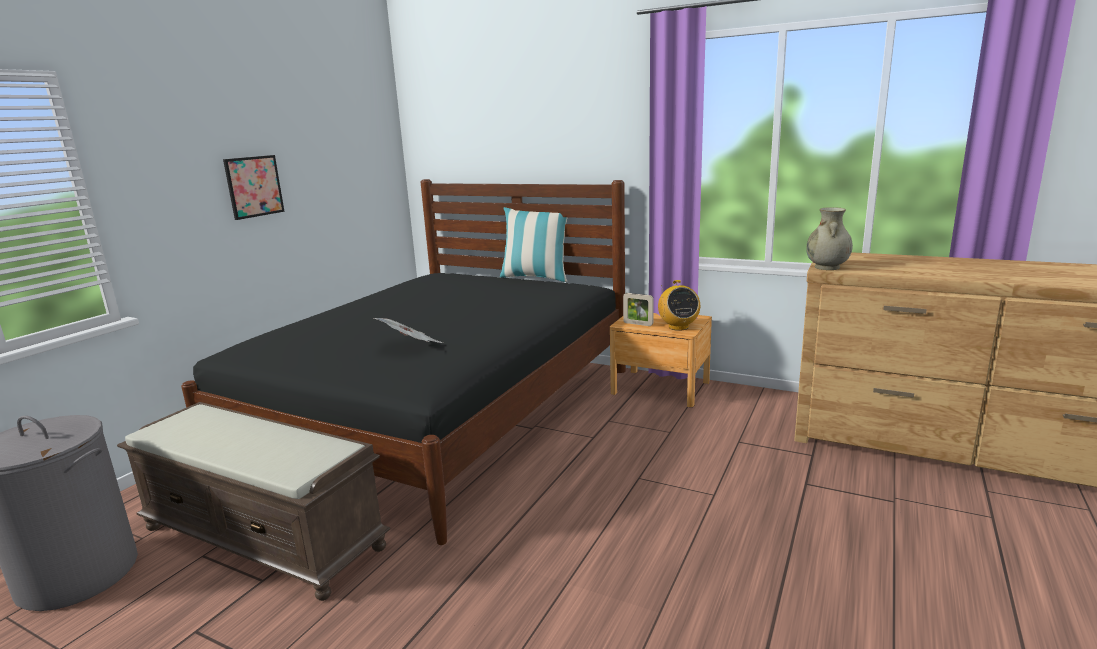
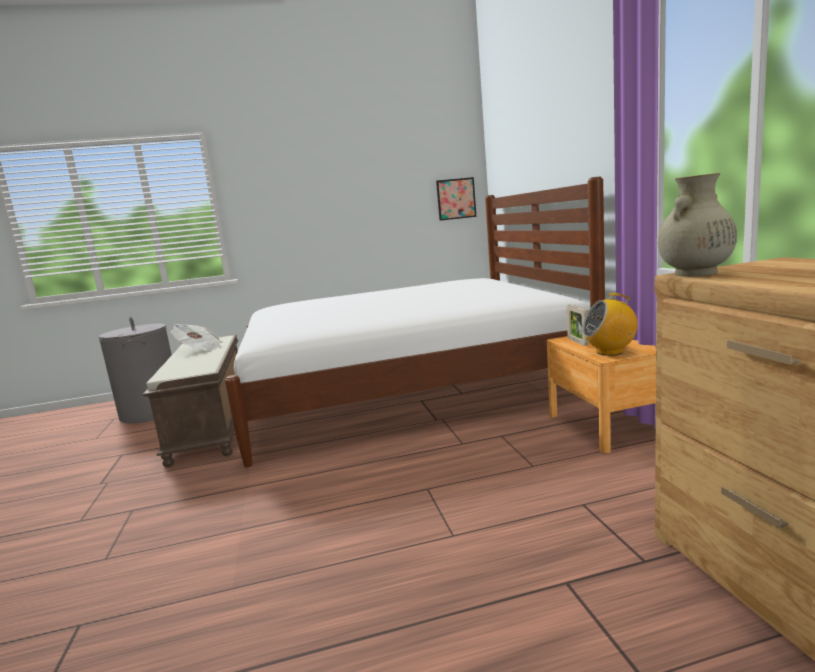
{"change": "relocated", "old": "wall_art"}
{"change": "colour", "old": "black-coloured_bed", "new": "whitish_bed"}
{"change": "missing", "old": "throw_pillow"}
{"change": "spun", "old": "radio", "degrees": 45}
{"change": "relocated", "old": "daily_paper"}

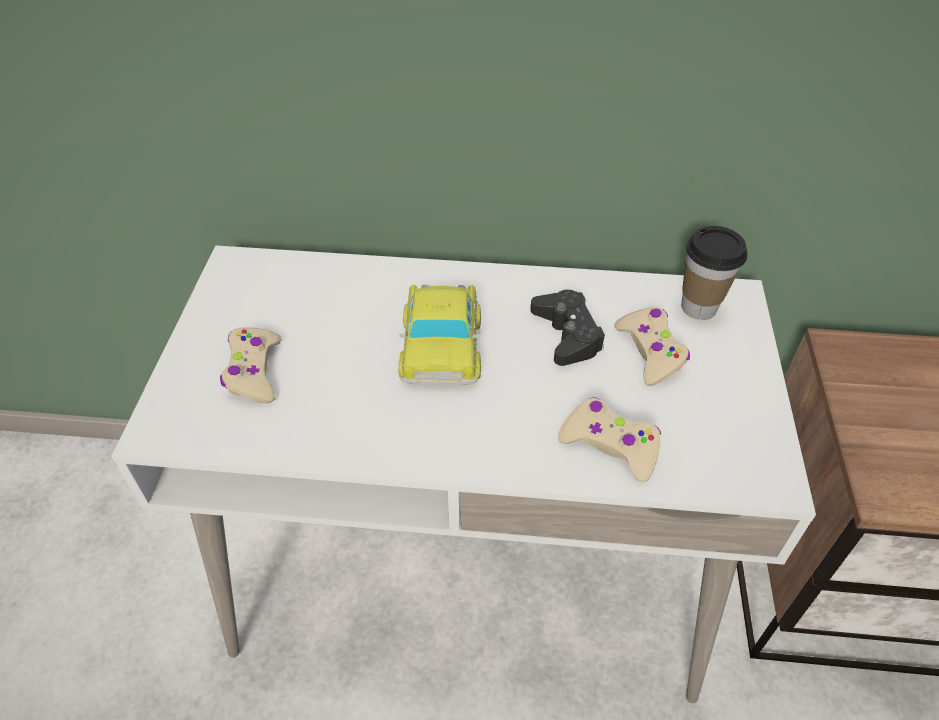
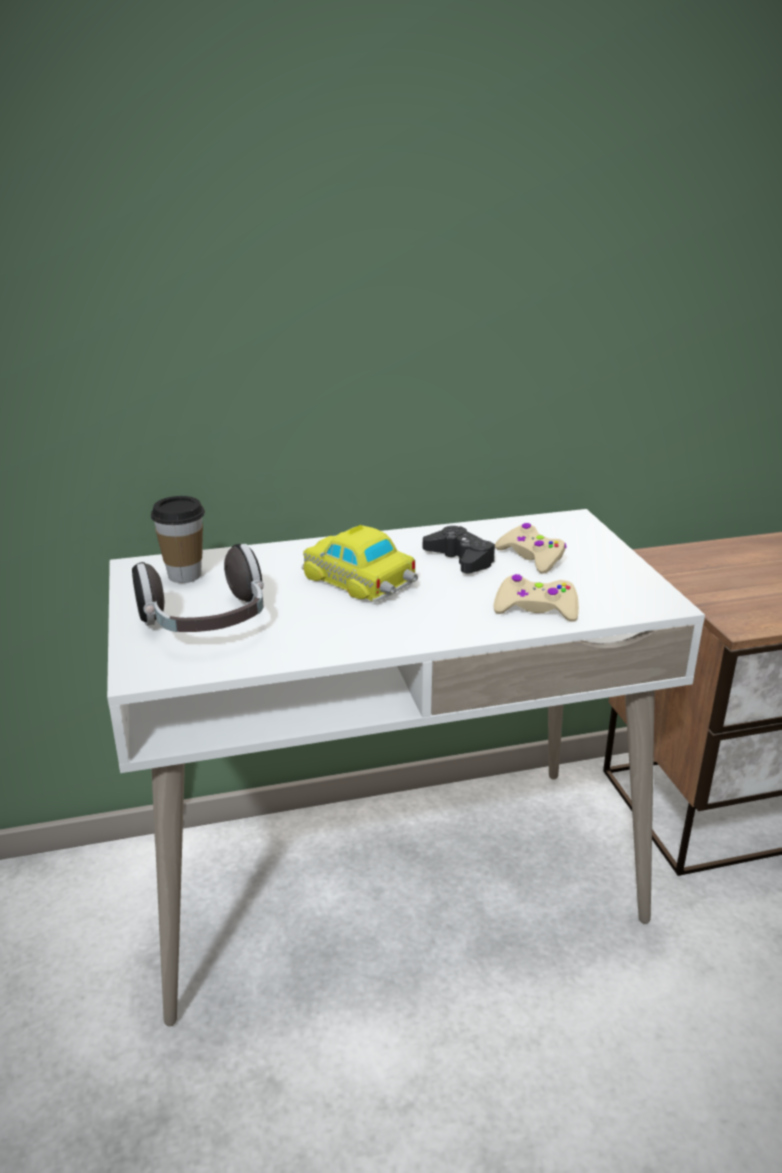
{"change": "relocated", "old": "cup"}
{"change": "spun", "old": "miniature_car", "degrees": 150}
{"change": "exchanged", "old": "sand-coloured_joypad (no. 1 from left)", "new": "headphones"}

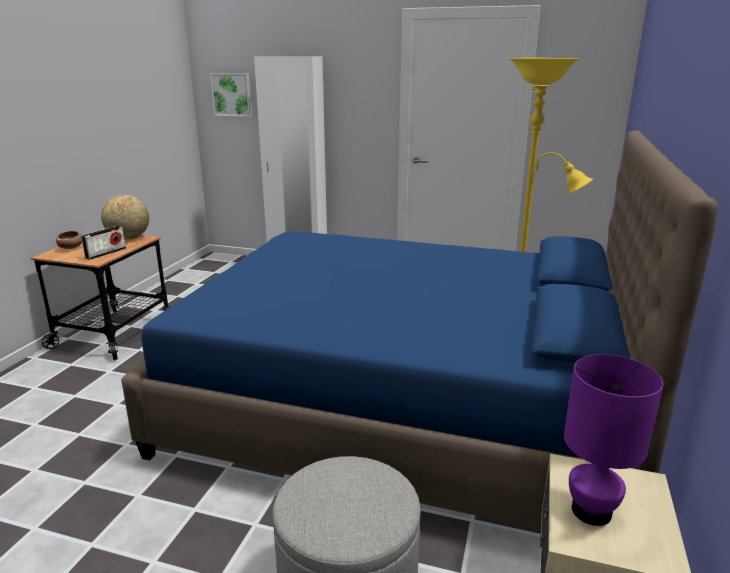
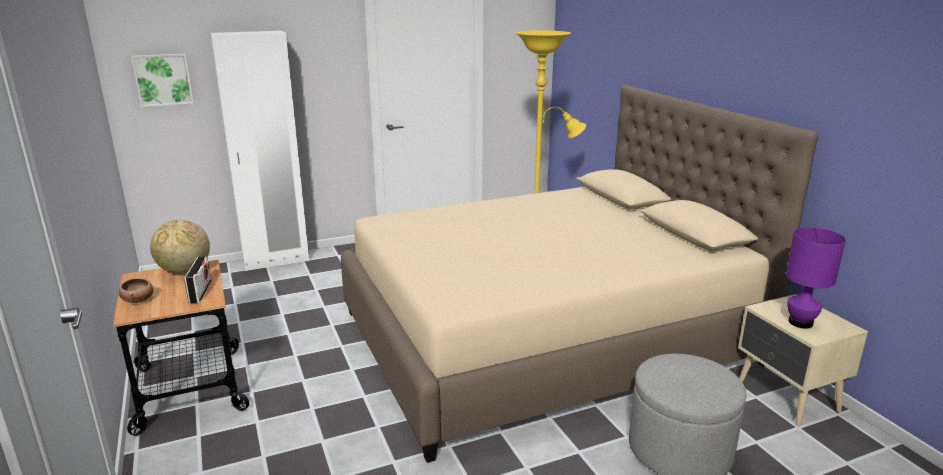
{"change": "colour", "old": "bluish_bed", "new": "sand-coloured_bed"}

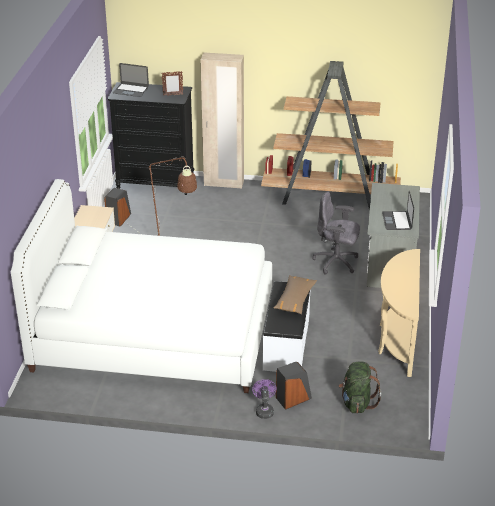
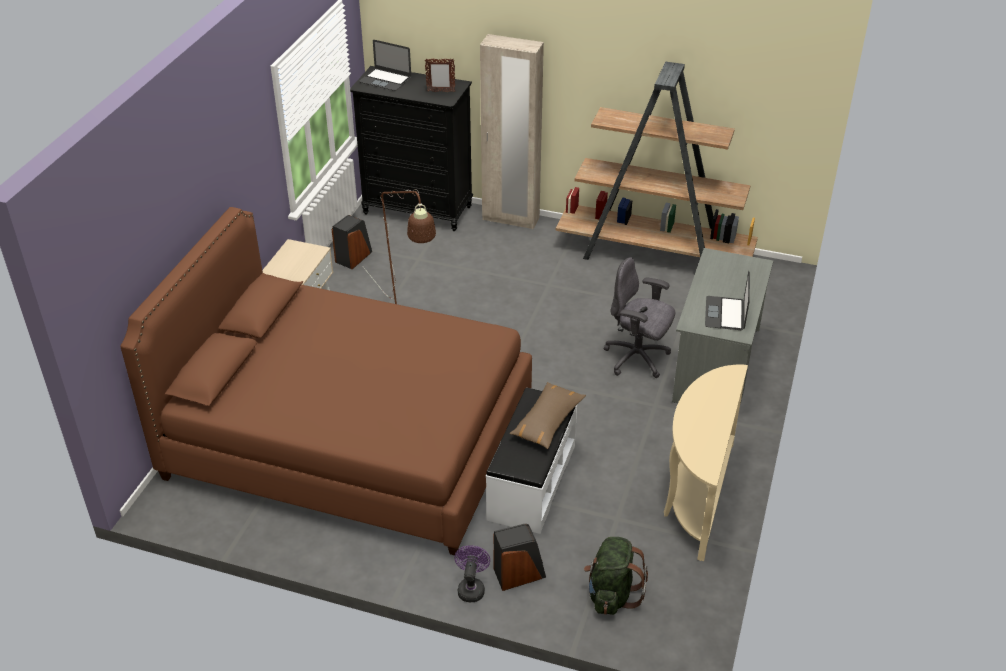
{"change": "colour", "old": "whitish_bed", "new": "brownish_bed"}

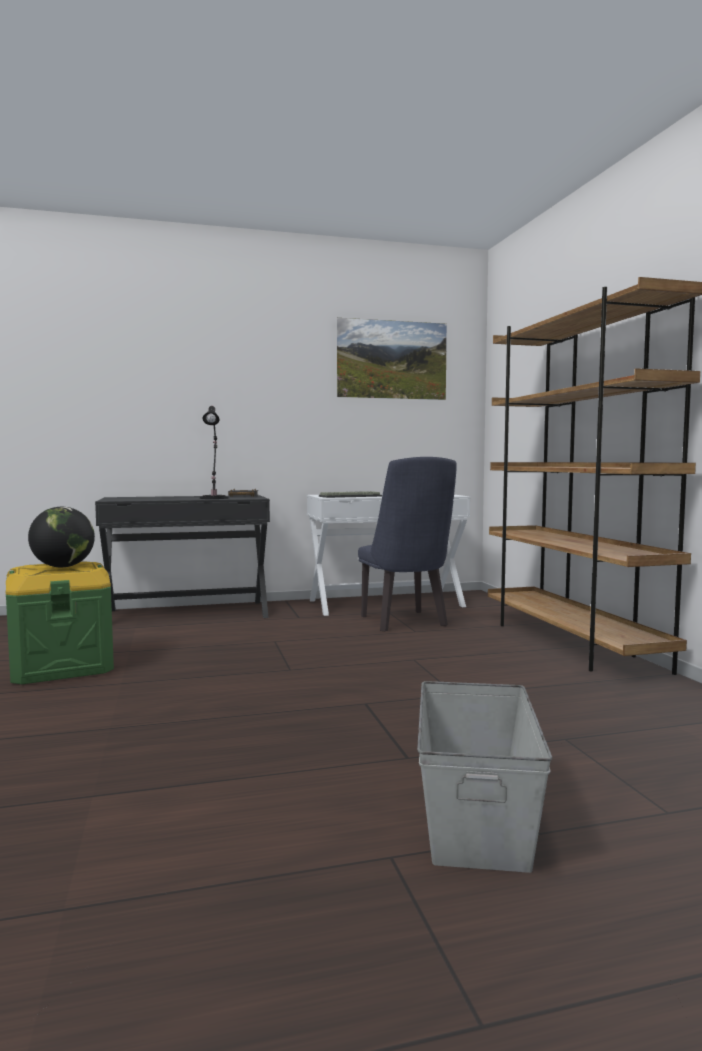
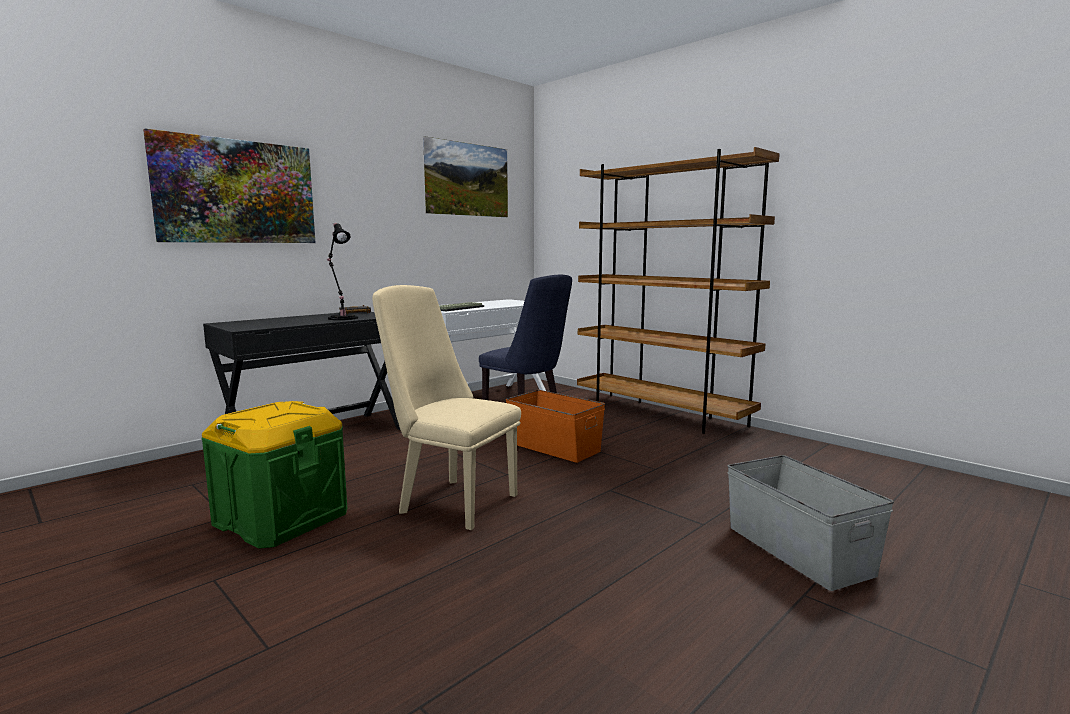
{"change": "missing", "old": "world_globe"}
{"change": "appeared", "new": "wall_art (no. 1 from left)"}
{"change": "appeared", "new": "sand-coloured_chair"}
{"change": "appeared", "new": "orange_storage_container"}

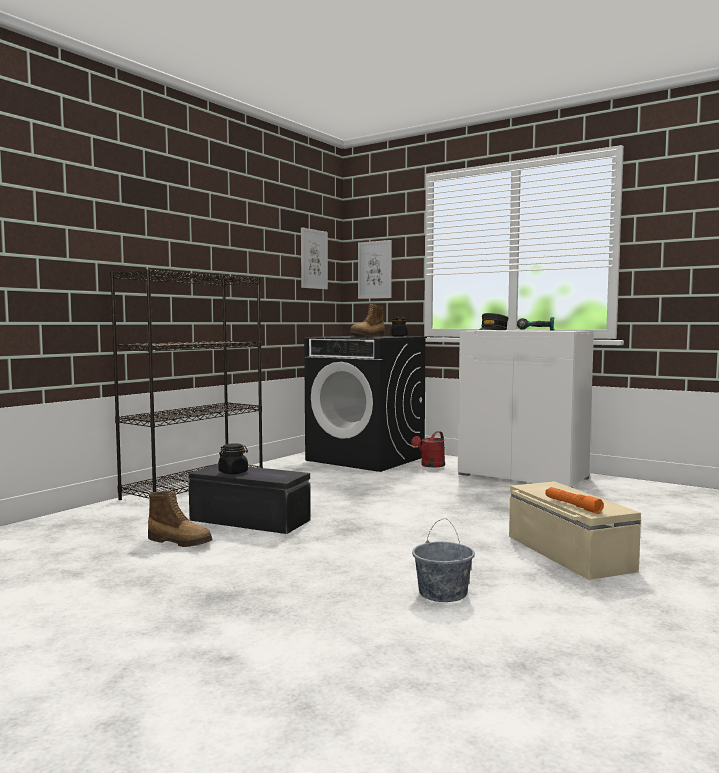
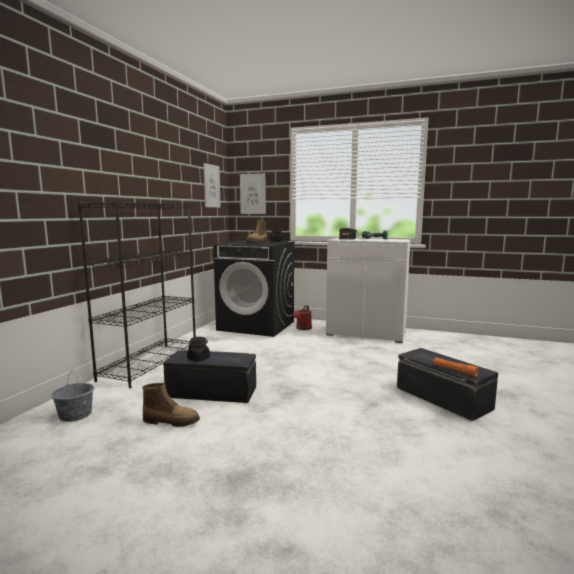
{"change": "colour", "old": "sand-coloured_storage_container", "new": "black-coloured_storage_container (no. 2 from left)"}
{"change": "relocated", "old": "grey_water_bucket"}

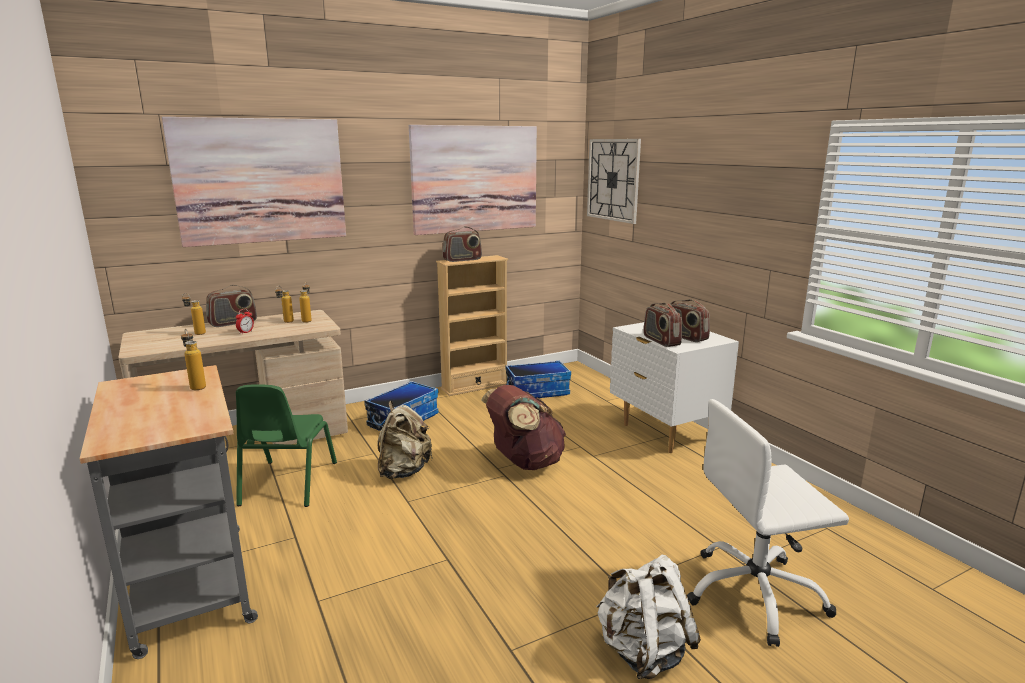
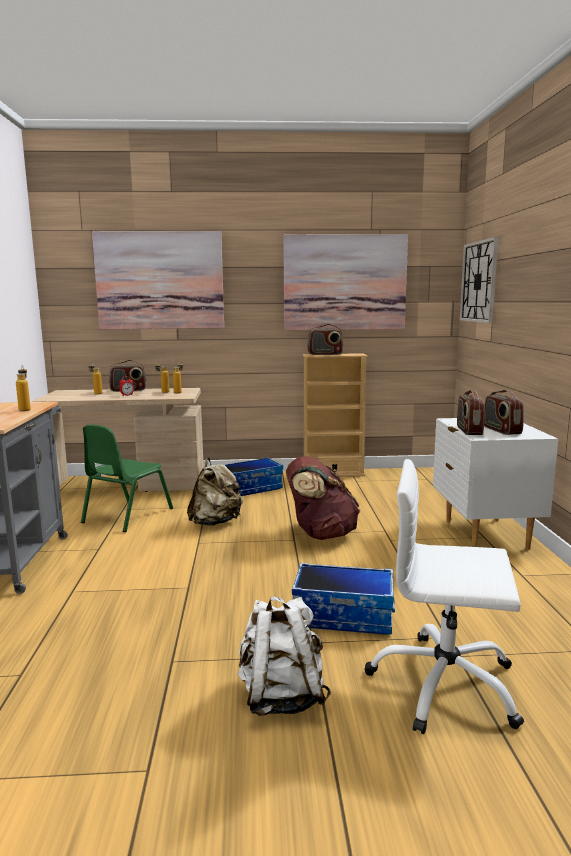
{"change": "relocated", "old": "storage_container (no. 2 from left)"}

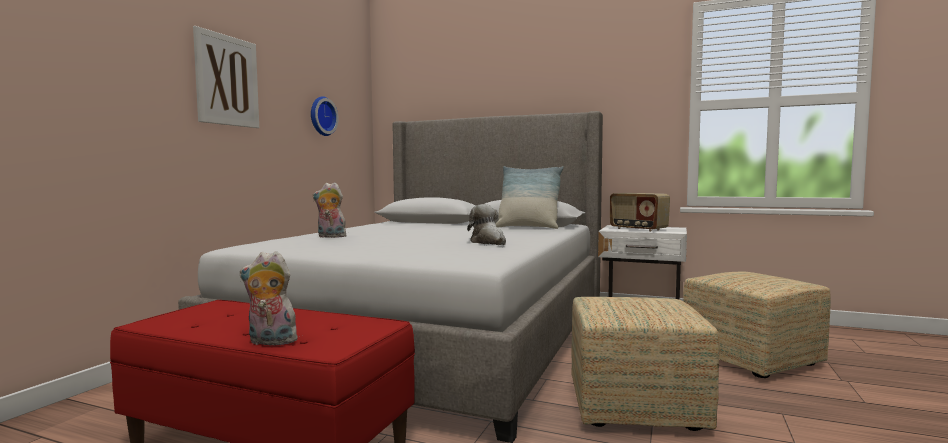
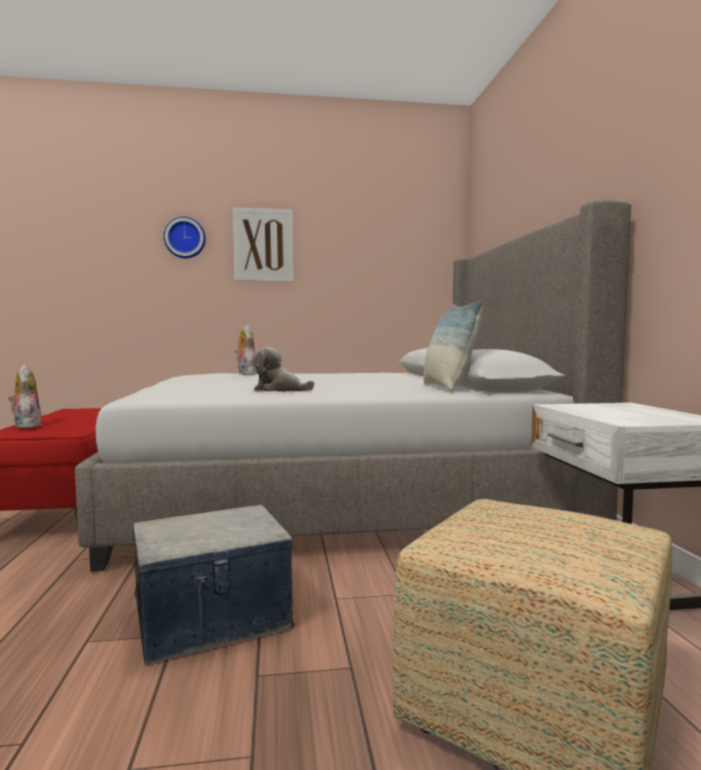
{"change": "relocated", "old": "wall_clock"}
{"change": "missing", "old": "radio"}
{"change": "spun", "old": "soft_toy (no. 3 from left)", "degrees": -105}
{"change": "exchanged", "old": "ottoman (no. 1 from left)", "new": "storage_container"}

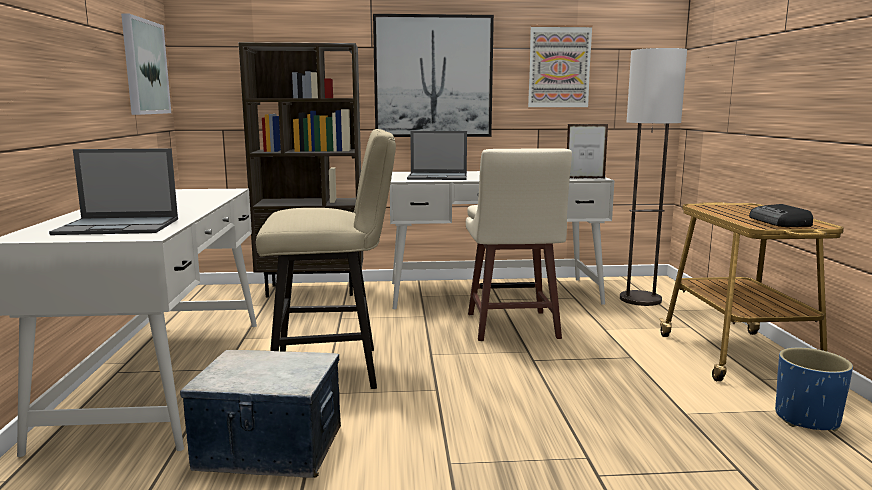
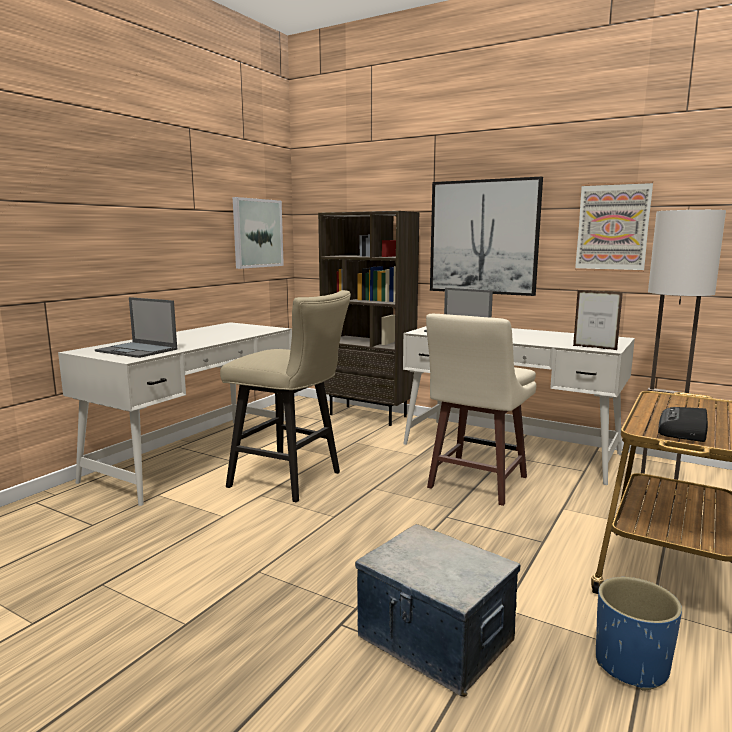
{"change": "relocated", "old": "storage_container"}

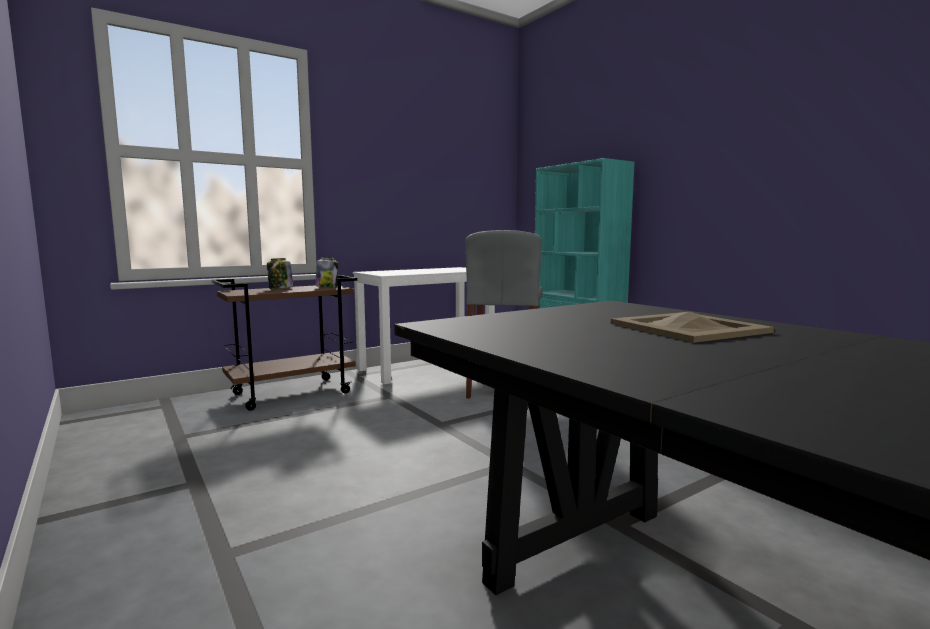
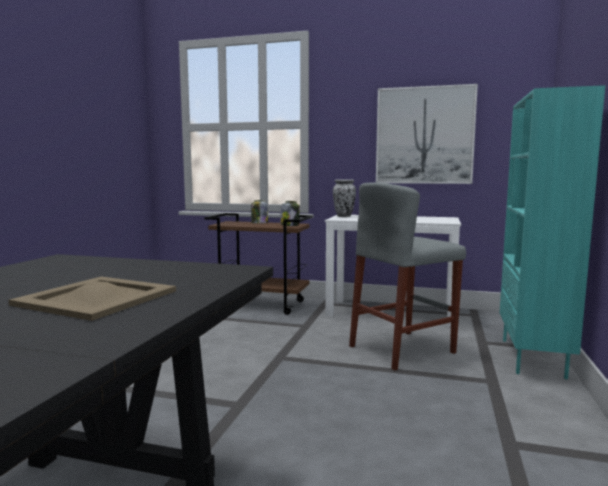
{"change": "appeared", "new": "wall_art"}
{"change": "appeared", "new": "vase"}

